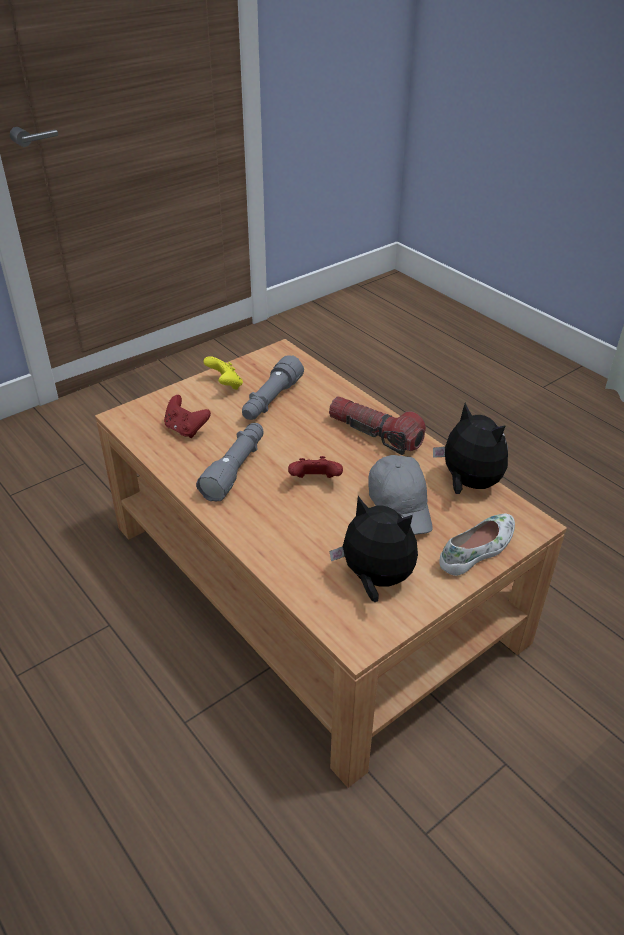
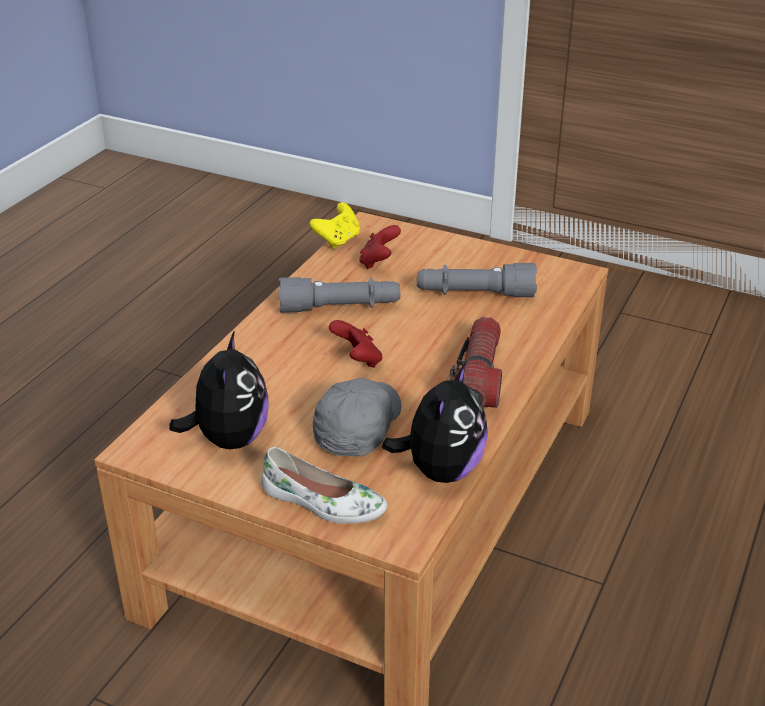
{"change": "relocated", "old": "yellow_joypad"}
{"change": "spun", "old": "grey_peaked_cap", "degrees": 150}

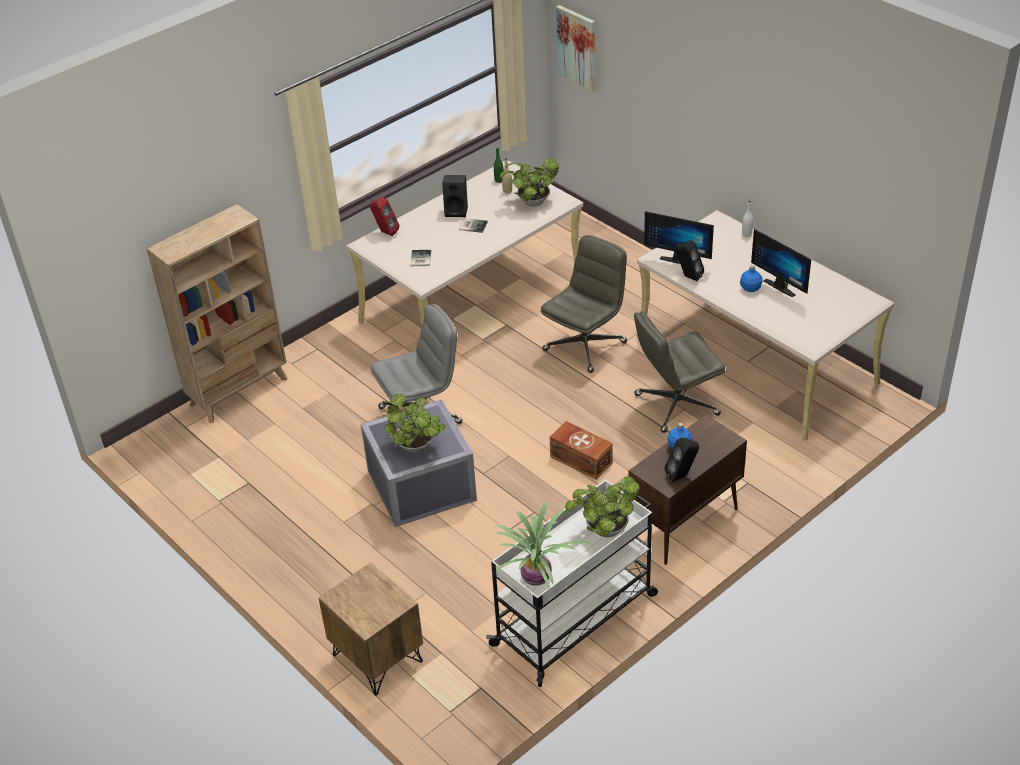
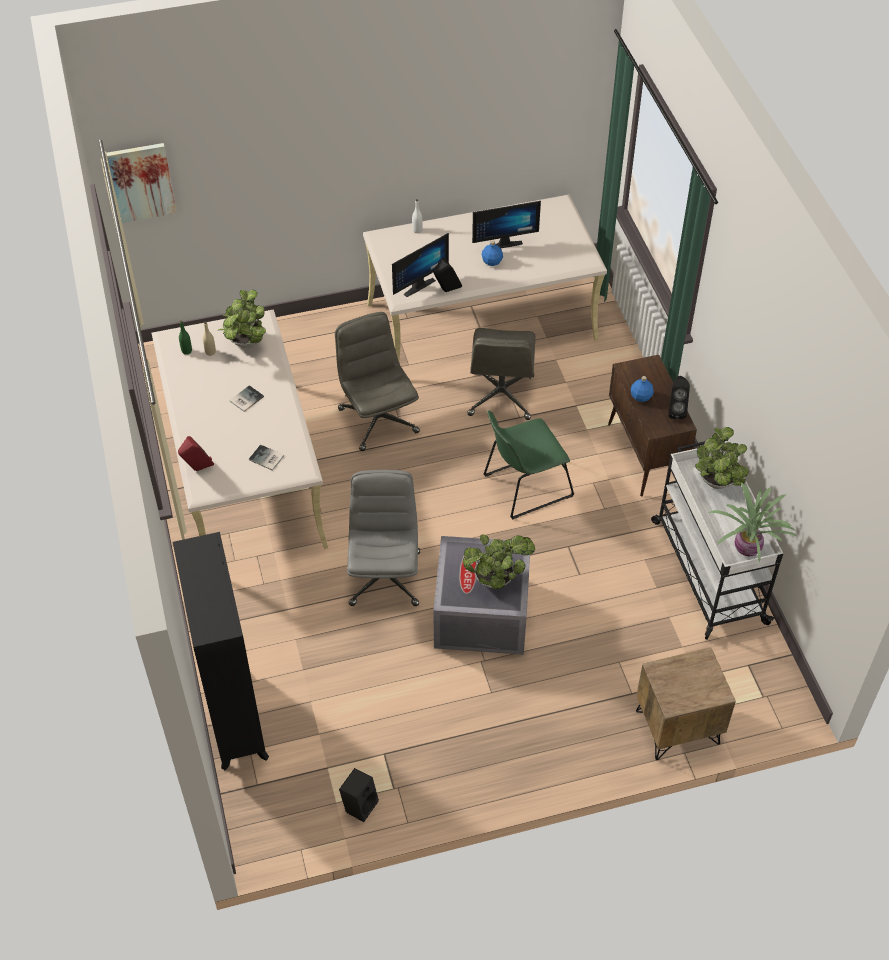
{"change": "relocated", "old": "black-coloured_audio_speaker (no. 1 from left)"}
{"change": "colour", "old": "sand-coloured_bookshelf", "new": "black-coloured_bookshelf"}
{"change": "exchanged", "old": "brownish_storage_container", "new": "greenish_chair"}

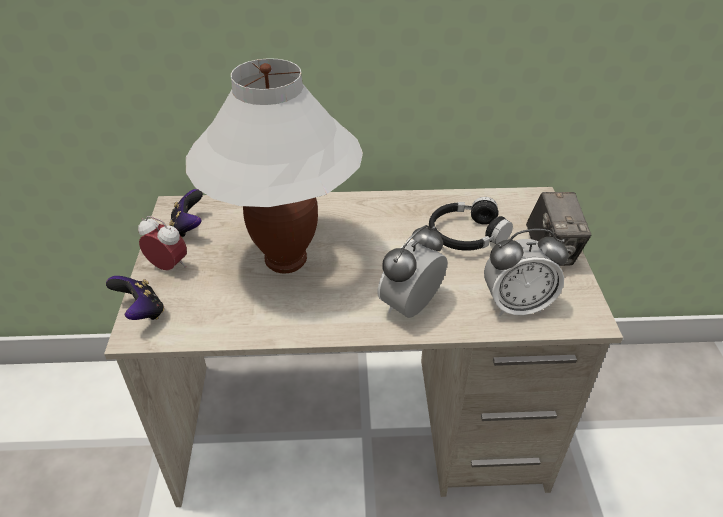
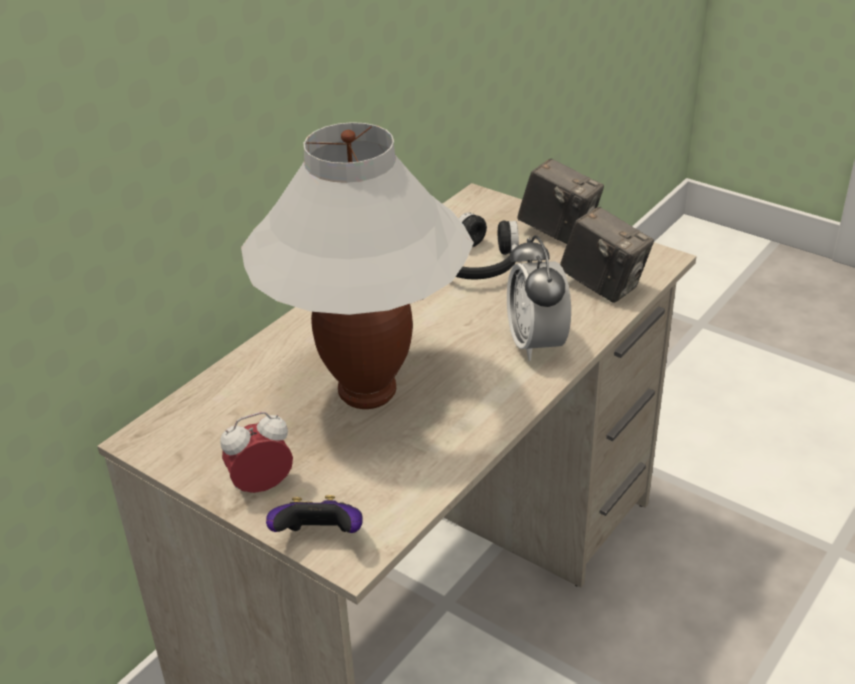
{"change": "missing", "old": "joypad (no. 2 from left)"}
{"change": "exchanged", "old": "table_clock (no. 3 from left)", "new": "photo_camera (no. 2 from left)"}

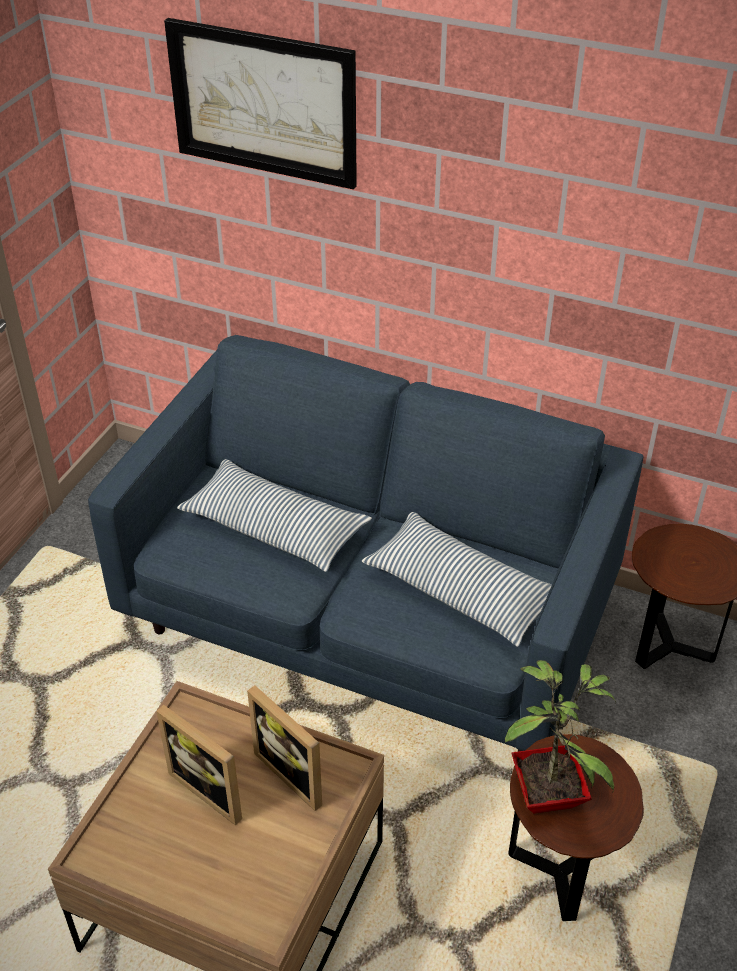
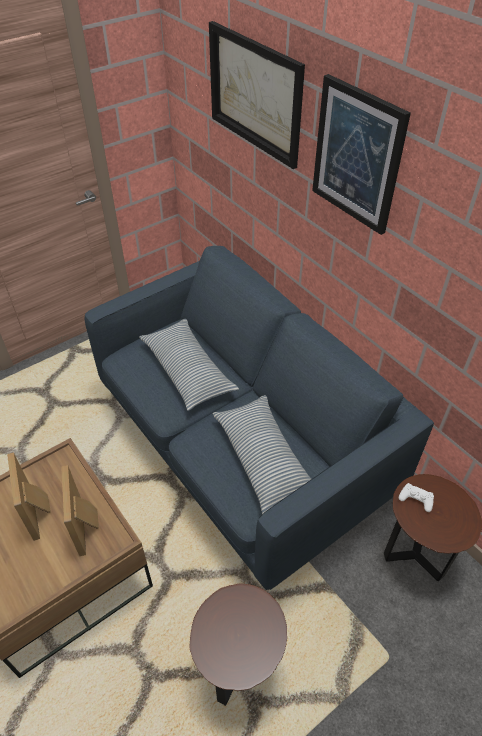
{"change": "missing", "old": "plant_in_a_pot"}
{"change": "appeared", "new": "wall_art (no. 2 from left)"}
{"change": "appeared", "new": "whitish_joypad"}

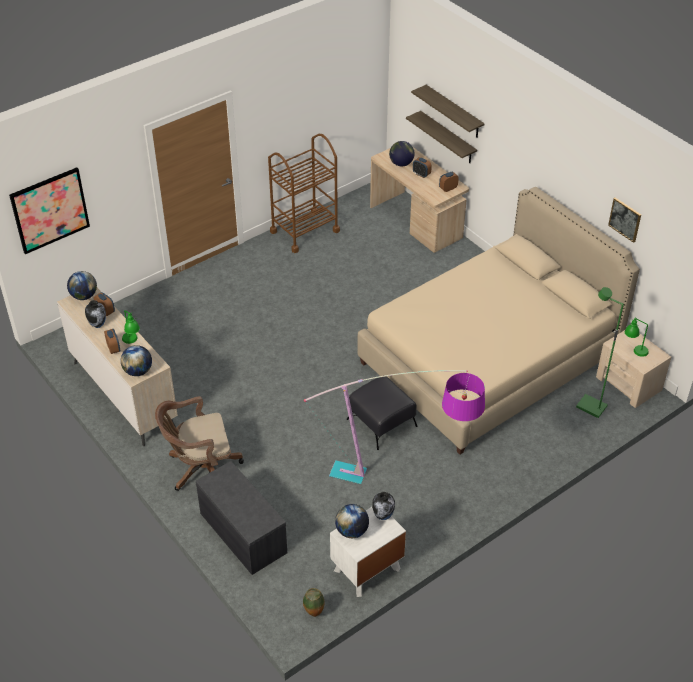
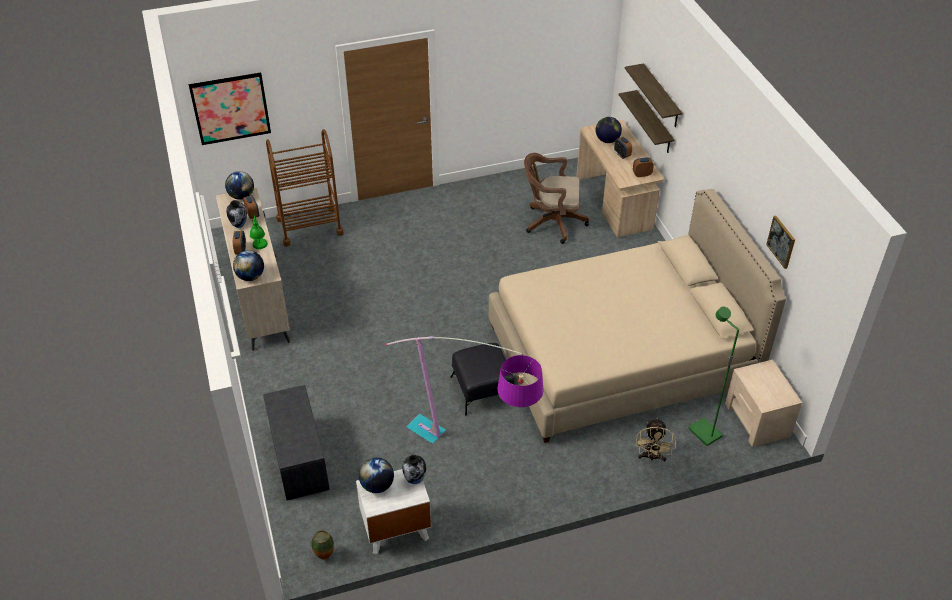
{"change": "relocated", "old": "brownish_cart"}
{"change": "missing", "old": "greenish_lamp_for_a_table (no. 2 from left)"}
{"change": "relocated", "old": "brownish_computer_chair"}
{"change": "appeared", "new": "sand-coloured_electric_fan"}

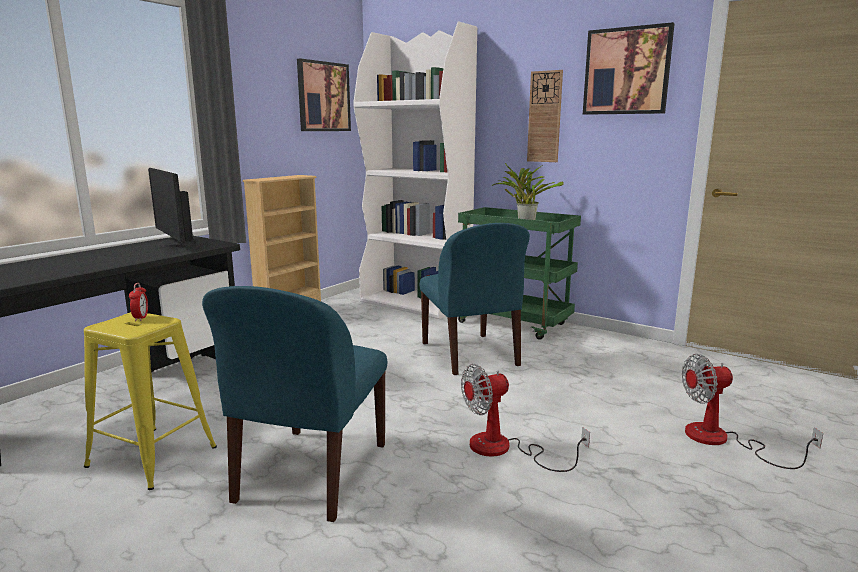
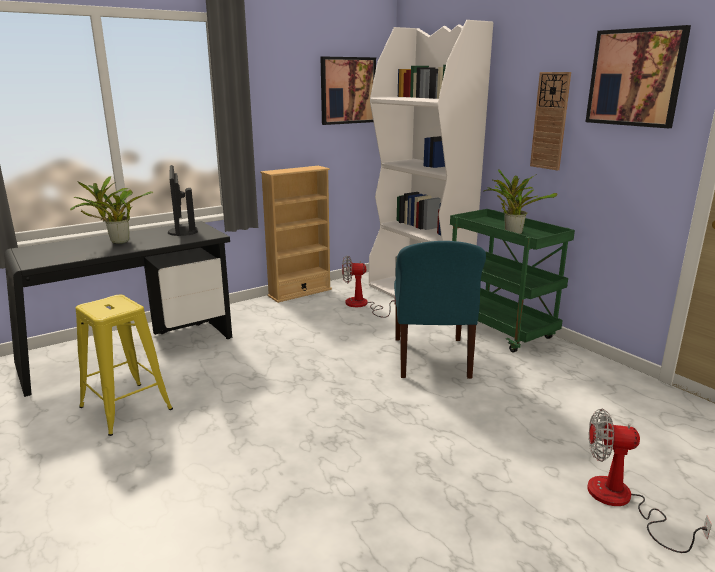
{"change": "missing", "old": "table_clock"}
{"change": "missing", "old": "bluish_chair (no. 1 from left)"}
{"change": "relocated", "old": "electric_fan (no. 1 from left)"}
{"change": "appeared", "new": "plant_in_a_pot (no. 1 from left)"}

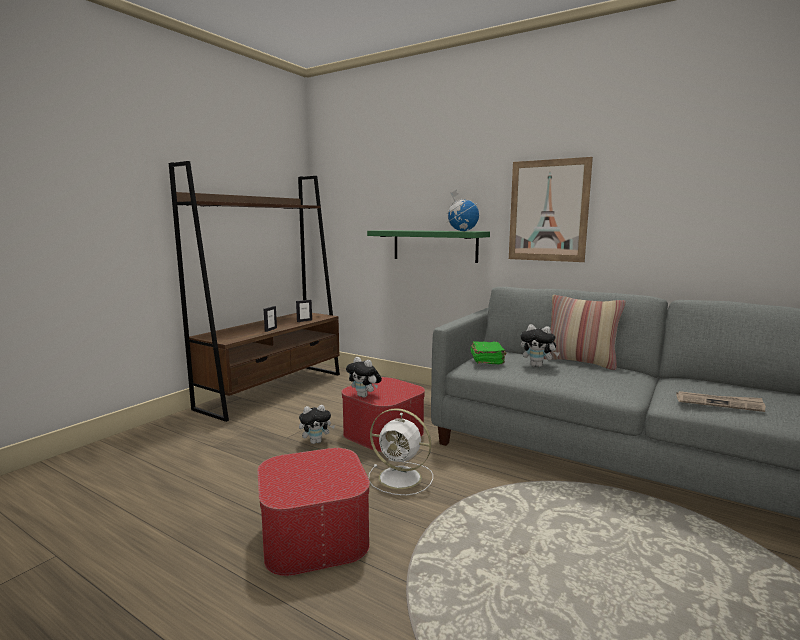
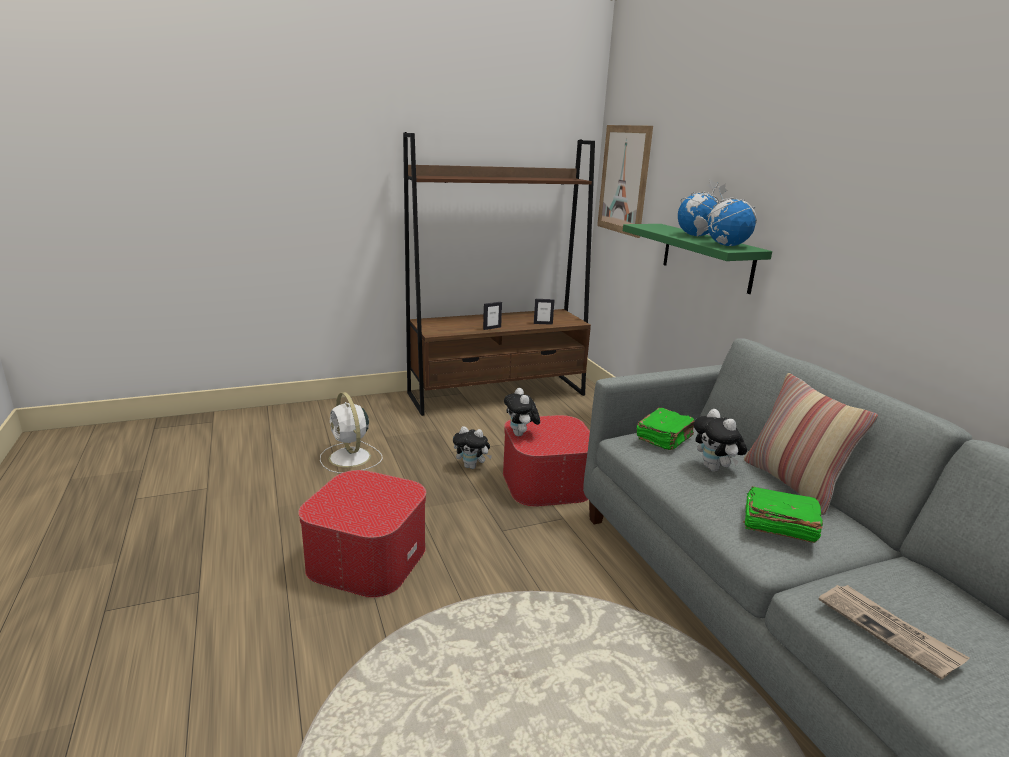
{"change": "relocated", "old": "wall_art"}
{"change": "relocated", "old": "whitish_electric_fan"}
{"change": "appeared", "new": "world_globe (no. 1 from left)"}
{"change": "appeared", "new": "greenish_bound_book (no. 2 from left)"}

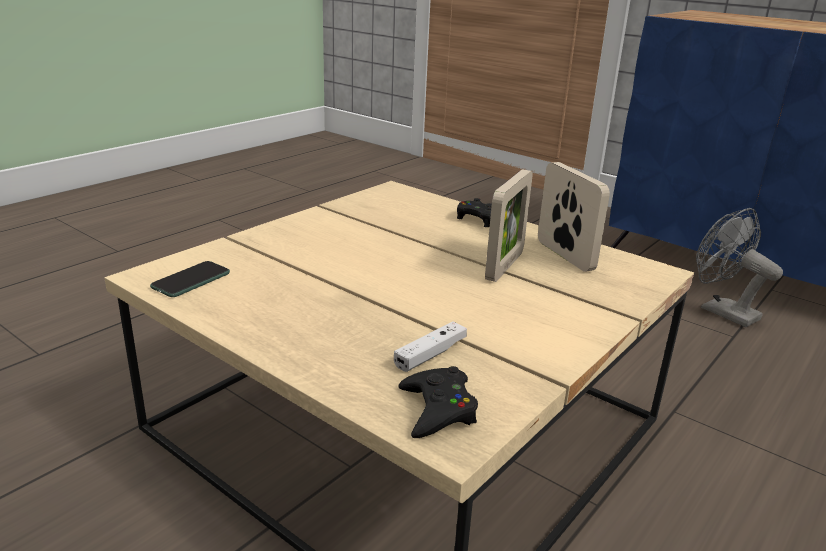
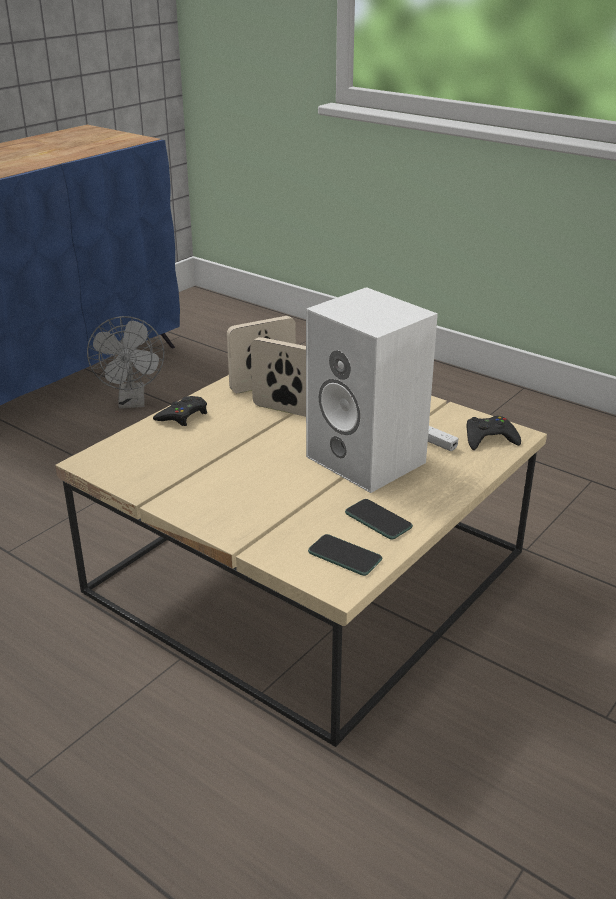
{"change": "spun", "old": "grey_electric_fan", "degrees": -60}
{"change": "appeared", "new": "whitish_audio_speaker"}
{"change": "appeared", "new": "phone (no. 2 from left)"}

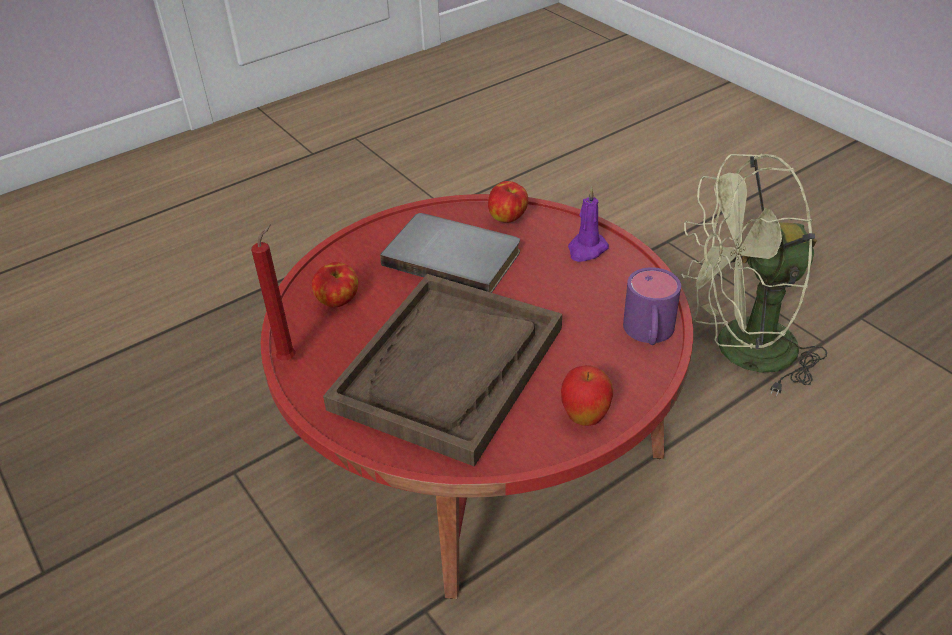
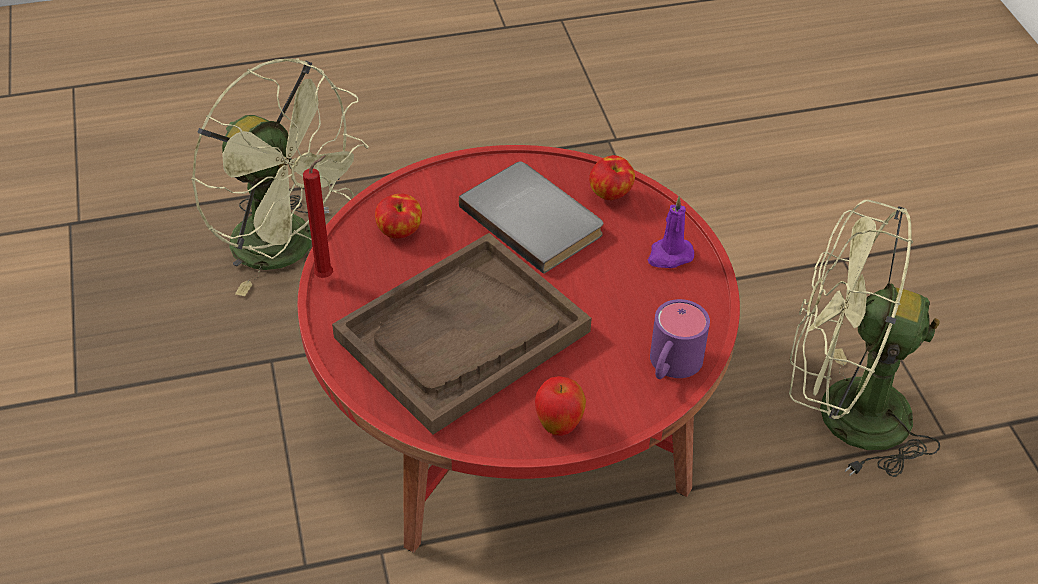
{"change": "appeared", "new": "greenish_electric_fan (no. 1 from left)"}

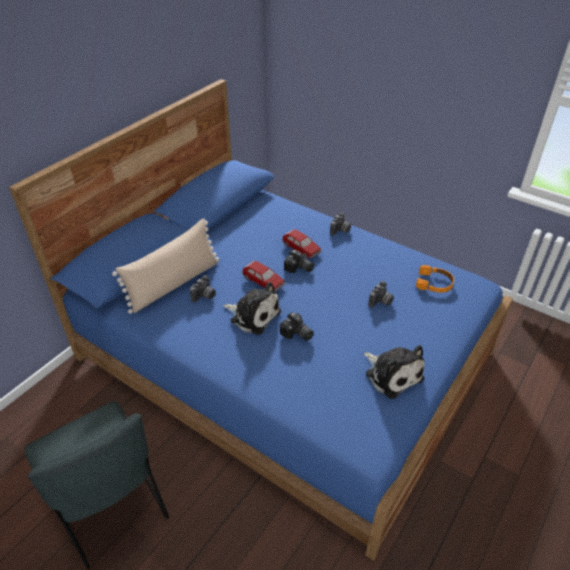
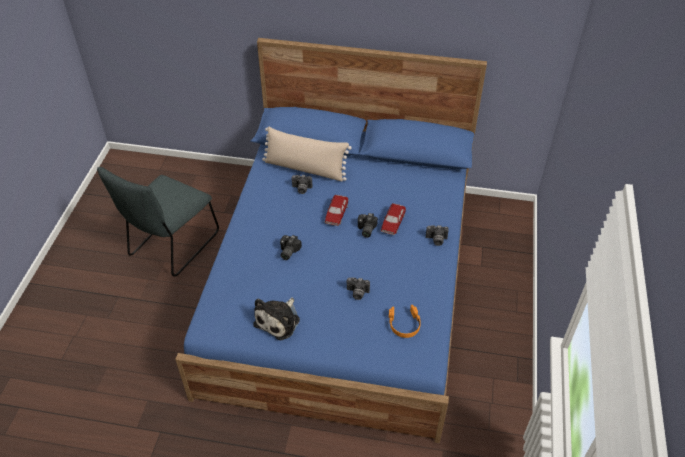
{"change": "missing", "old": "soft_toy (no. 1 from left)"}

